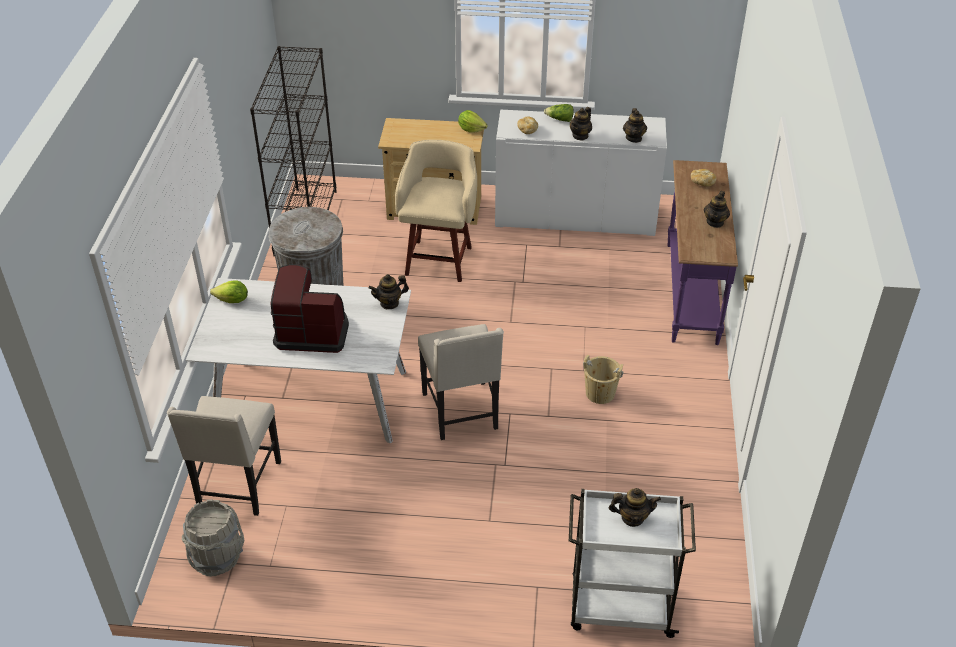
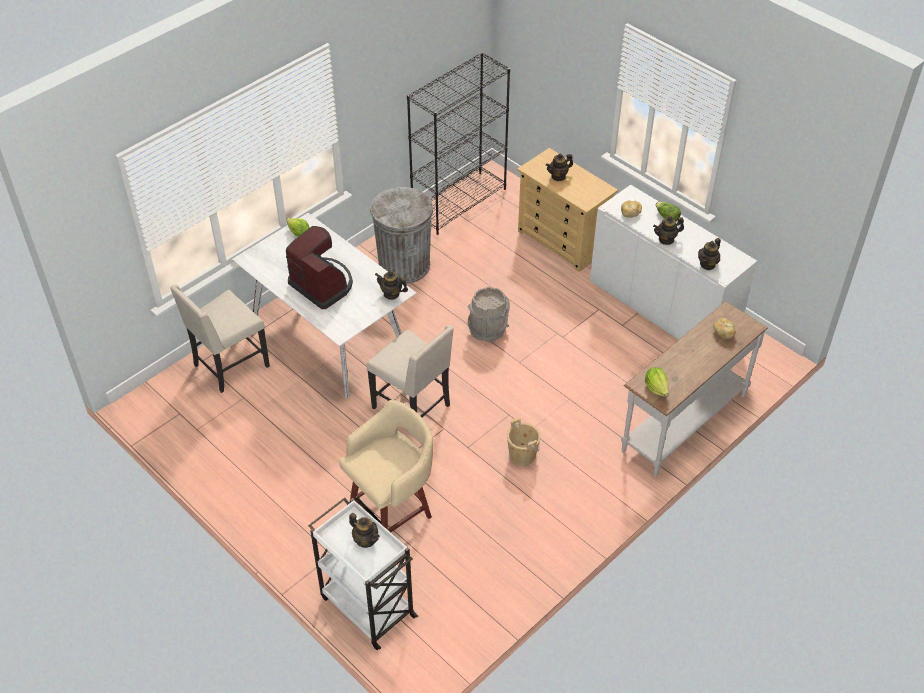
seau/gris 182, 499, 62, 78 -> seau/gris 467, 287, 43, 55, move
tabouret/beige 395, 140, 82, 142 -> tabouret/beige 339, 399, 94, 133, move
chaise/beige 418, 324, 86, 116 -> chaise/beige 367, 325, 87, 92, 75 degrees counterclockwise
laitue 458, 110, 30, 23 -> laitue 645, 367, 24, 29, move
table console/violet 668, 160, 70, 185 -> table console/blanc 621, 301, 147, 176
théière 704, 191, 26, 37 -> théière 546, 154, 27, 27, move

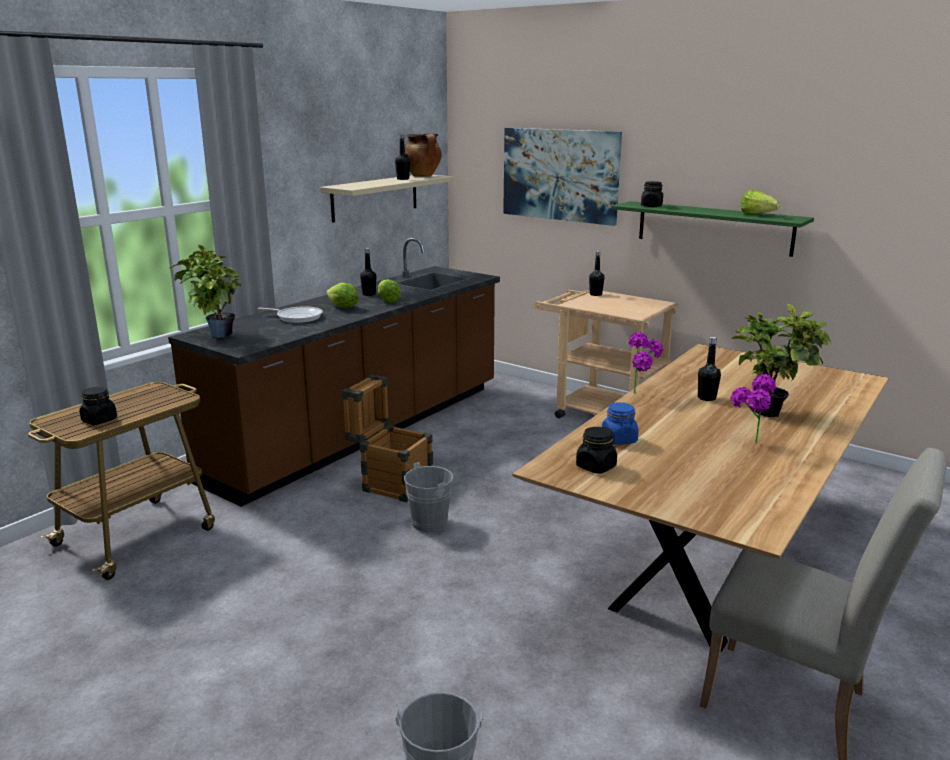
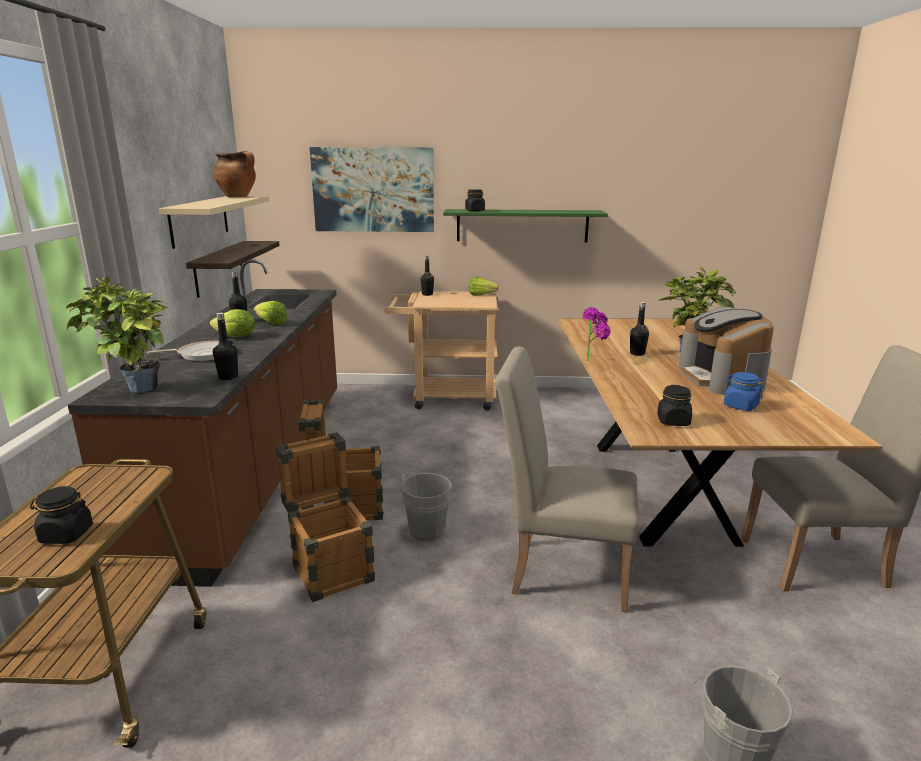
bouteille/noir 395, 134, 15, 46 -> bouteille/noir 213, 312, 25, 68, move
bocal/bleu 602, 402, 37, 43 -> bocal/bleu 724, 372, 39, 39, move
plante en pot 731, 374, 45, 70 -> machine à café 679, 307, 95, 88
laitue 740, 189, 40, 25 -> laitue 469, 277, 30, 18, move
none -> étagère 186, 241, 94, 57
none -> caisse 276, 432, 99, 170
none -> chaise/beige 495, 347, 143, 265

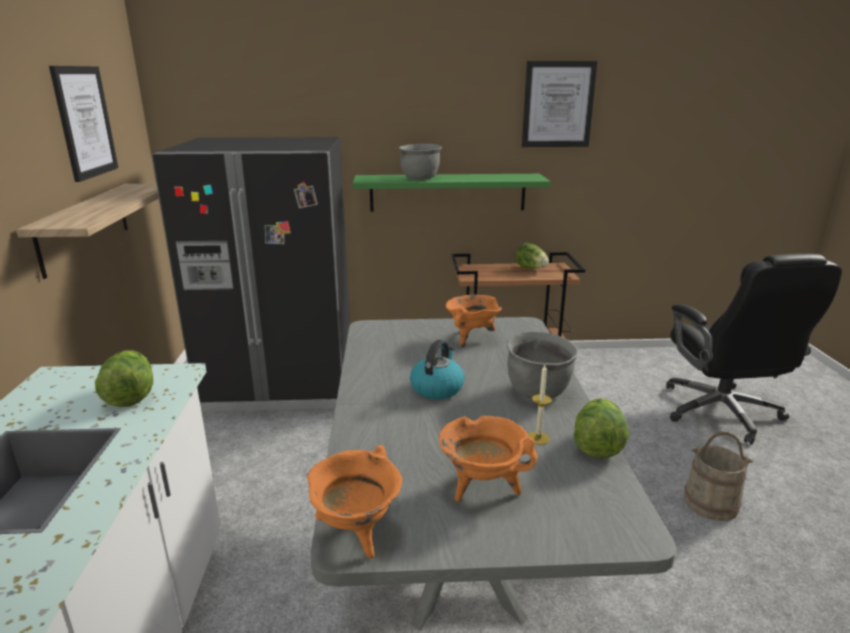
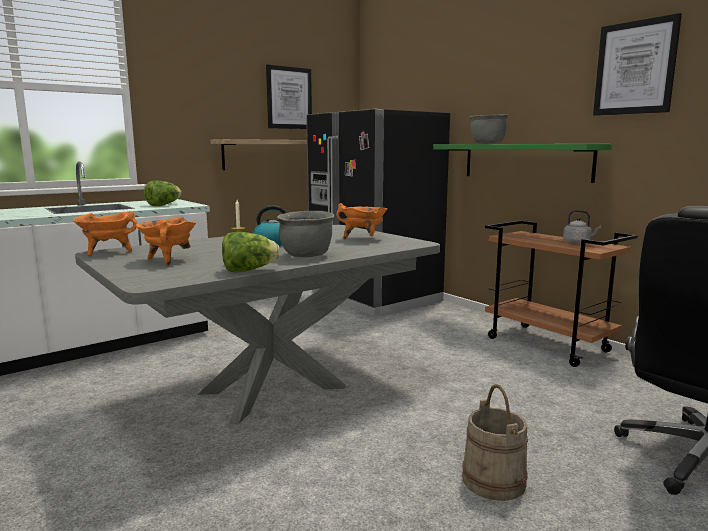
laitue 516, 243, 33, 26 -> bouilloire/gris 563, 210, 38, 34

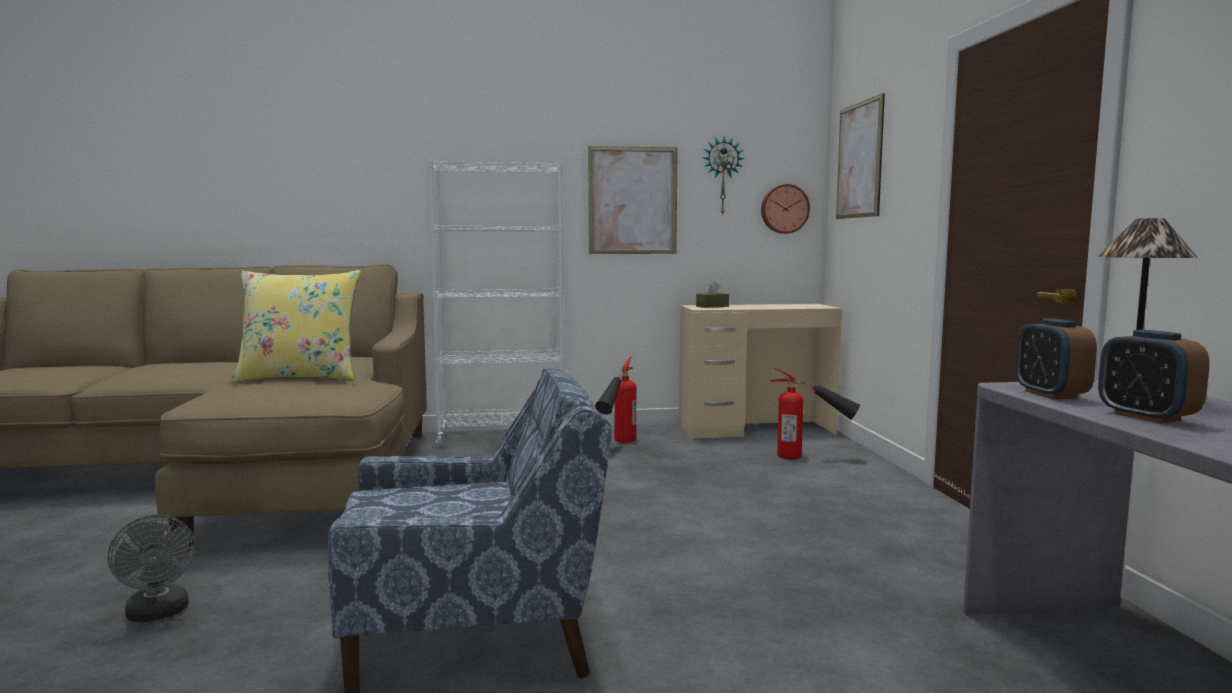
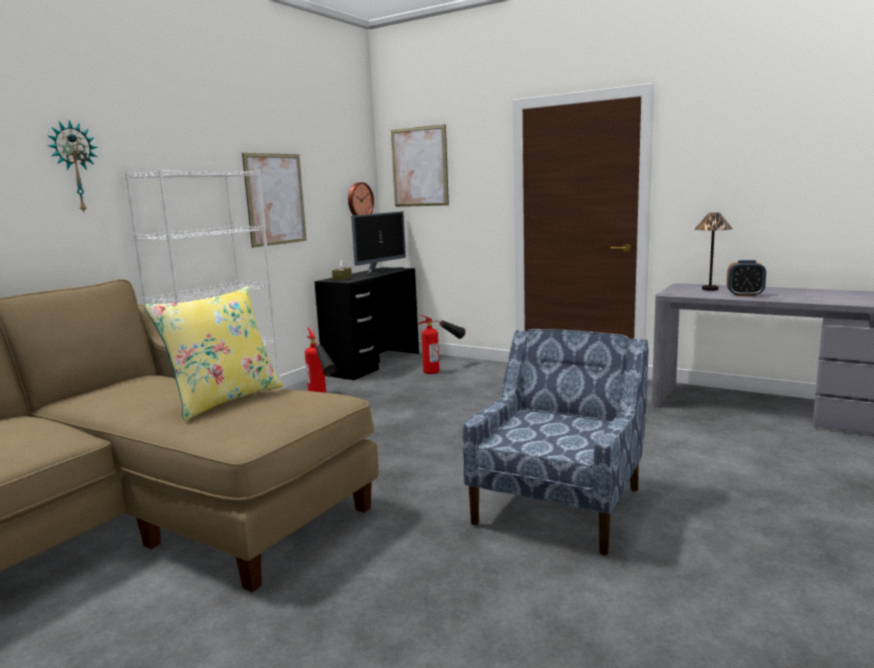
ventilateur/gris 107, 514, 89, 108 -> none
bureau/beige 679, 304, 163, 135 -> bureau/noir 314, 267, 105, 113
horloge murale 703, 136, 42, 80 -> horloge murale 47, 120, 51, 92, move
réveil 1015, 318, 82, 81 -> none
none -> écran d'ordinateur 351, 212, 55, 63

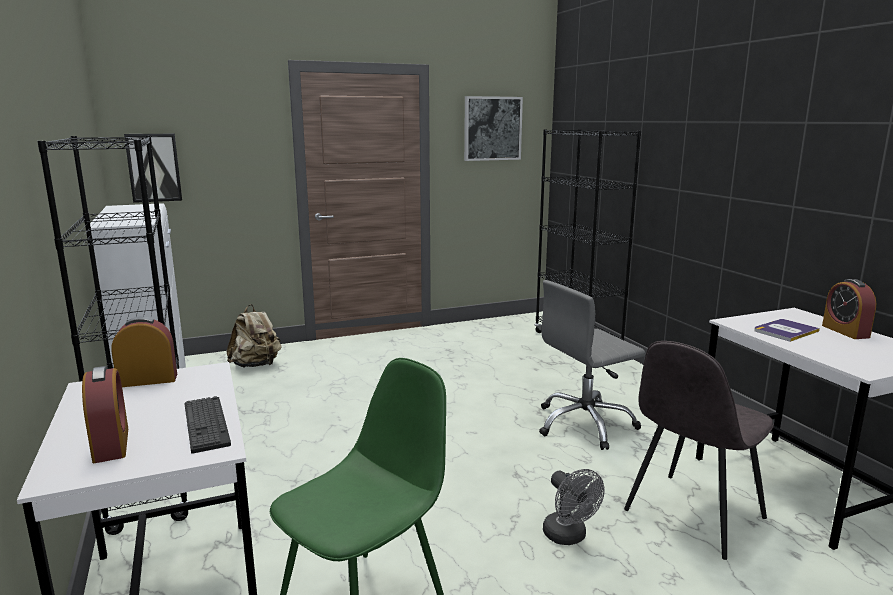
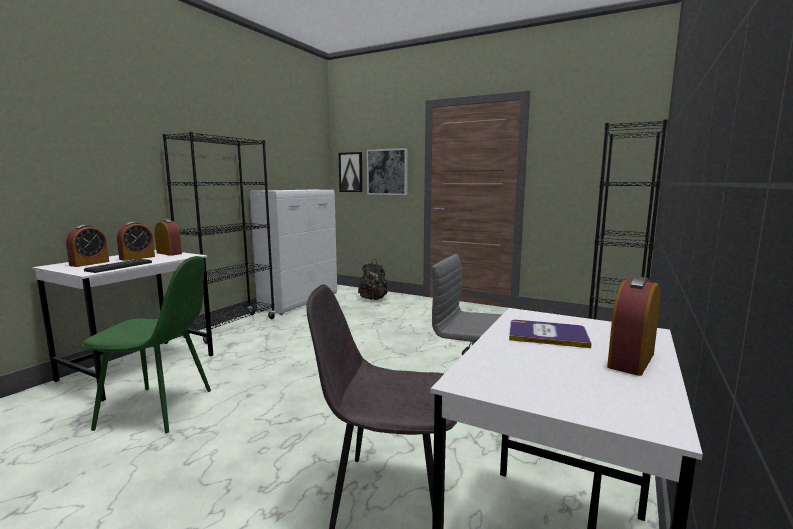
sac à dos/beige 227, 304, 55, 64 -> sac à dos/noir 358, 259, 30, 41
tableau 464, 96, 59, 65 -> tableau 367, 148, 41, 47, move
ventilateur/gris 543, 469, 62, 76 -> none
none -> réveil 117, 222, 38, 39

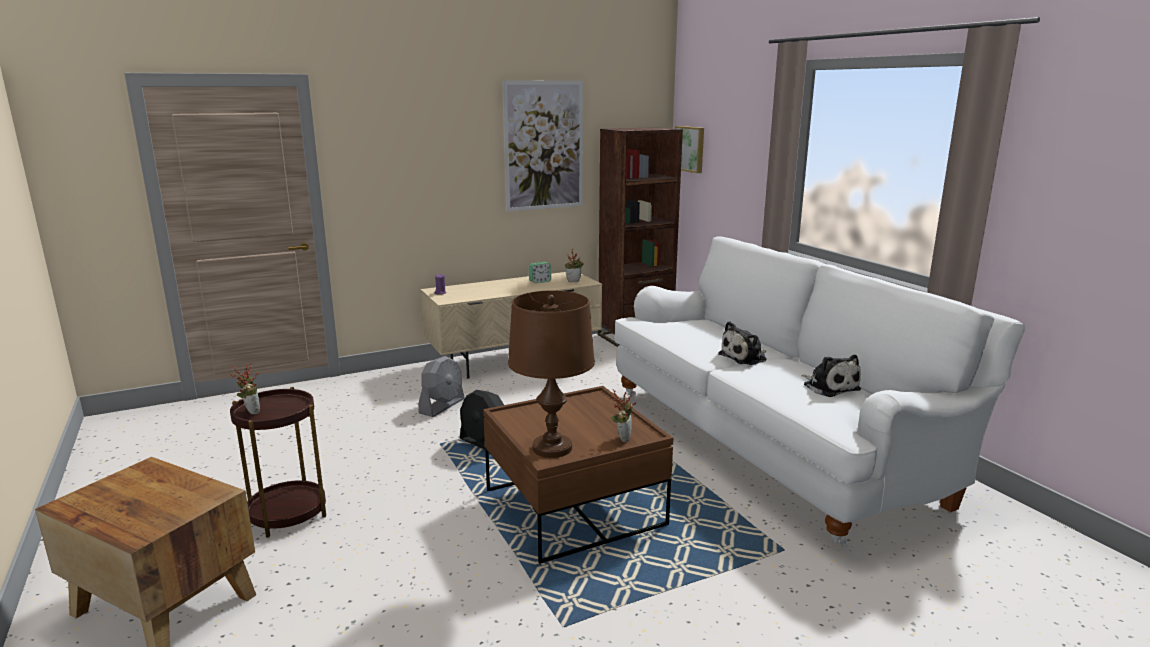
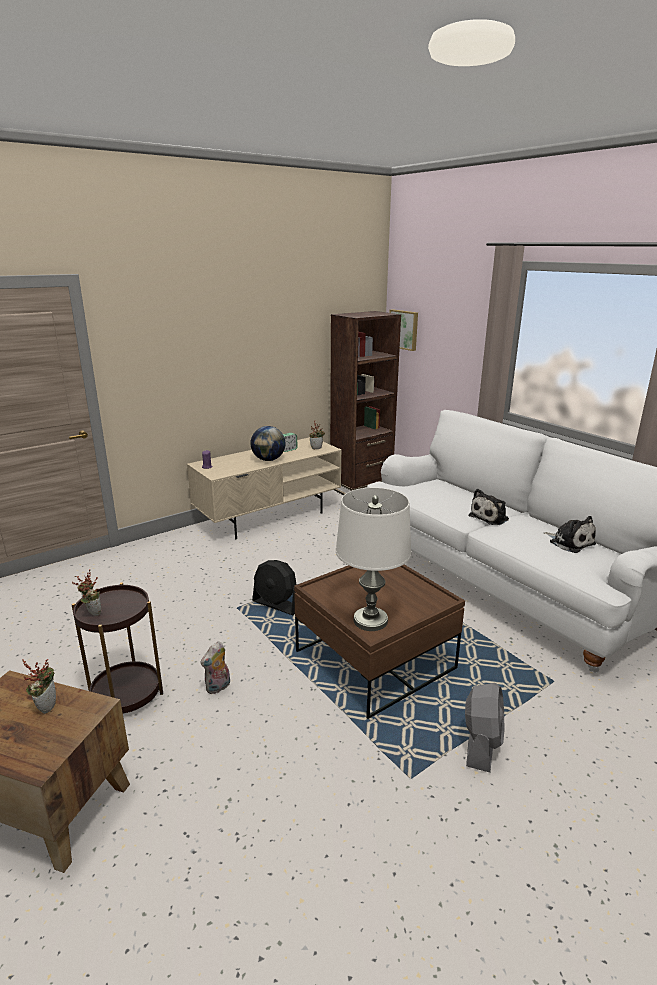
ventilateur/gris 418, 356, 47, 61 -> ventilateur/gris 465, 683, 39, 89, move
tableau 502, 80, 81, 132 -> none
lampe de table/marron 508, 290, 87, 168 -> lampe de table/blanc 336, 488, 75, 143
plante en pot 611, 390, 25, 52 -> plante en pot 22, 659, 34, 55, move
none -> peluche 200, 641, 30, 53
none -> globe 250, 426, 36, 35

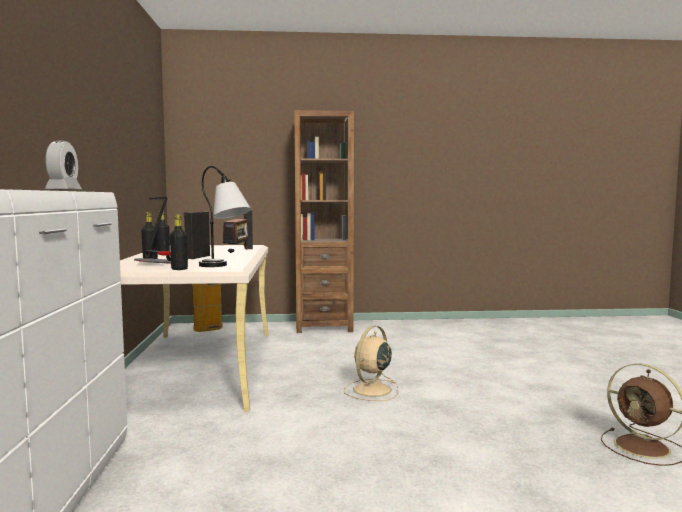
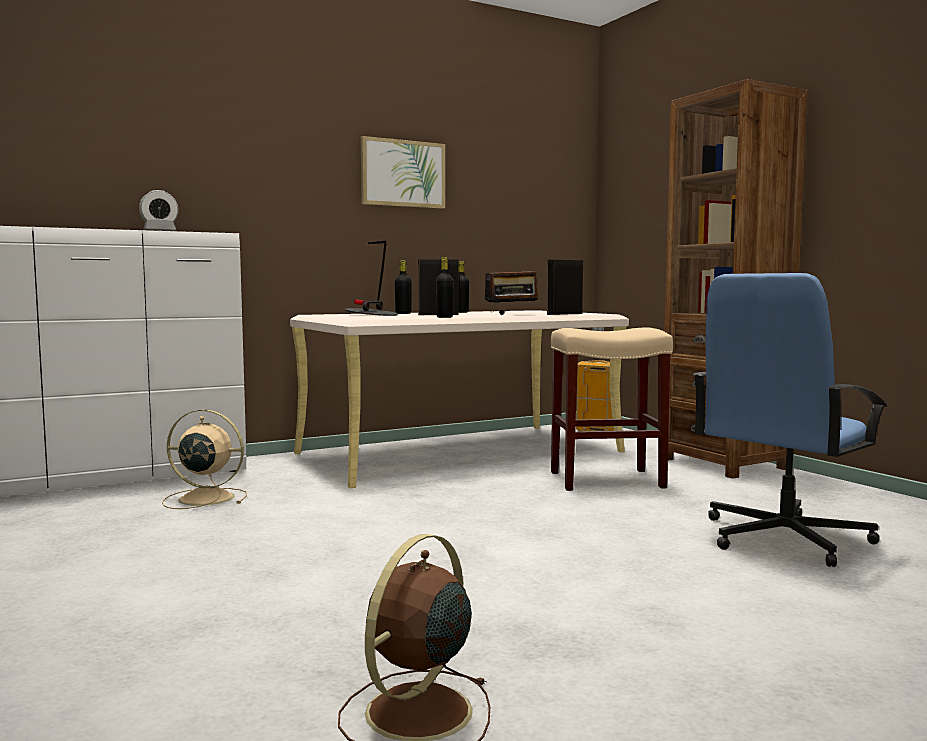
bouteille/noir 170, 215, 18, 55 -> bouteille/noir 436, 257, 17, 61, move
lampe de table 199, 166, 52, 101 -> none
ventilateur/beige 343, 326, 55, 75 -> ventilateur/beige 162, 409, 85, 100, move
none -> tableau 361, 136, 84, 73
none -> tabouret/beige 551, 327, 122, 164
none -> chaise de bureau/bleu 693, 273, 194, 294

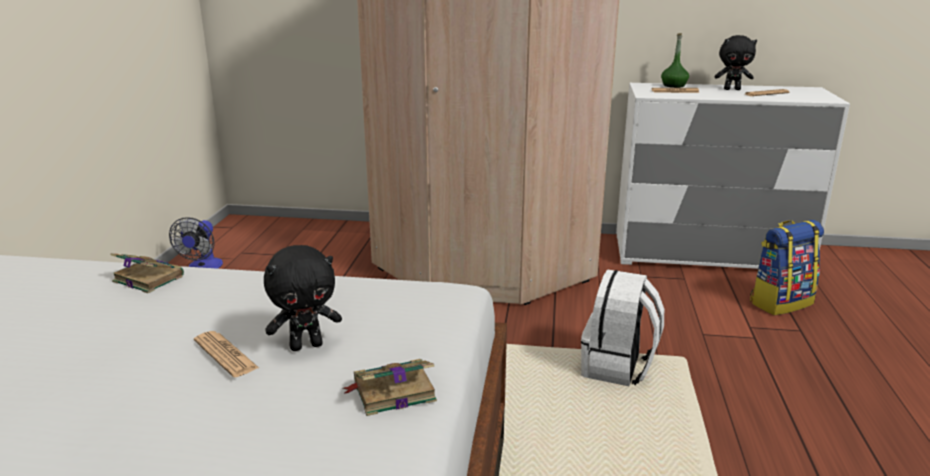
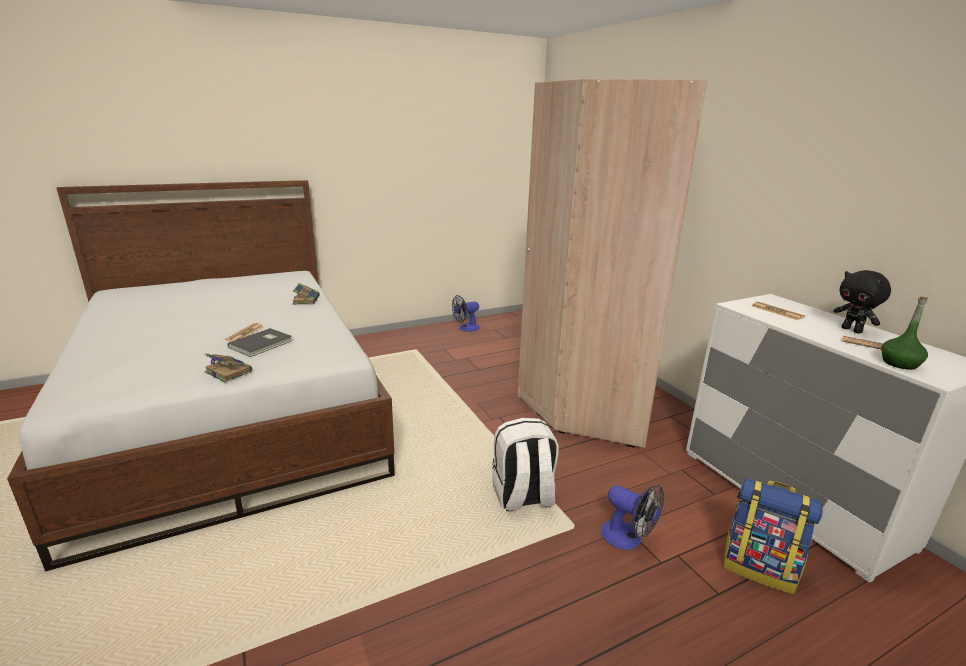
peluche/noir 264, 245, 78, 106 -> livre/gris 228, 328, 65, 29
bouteille/vert 661, 33, 28, 55 -> bouteille/vert 881, 297, 47, 73, move
none -> ventilateur 601, 485, 63, 65

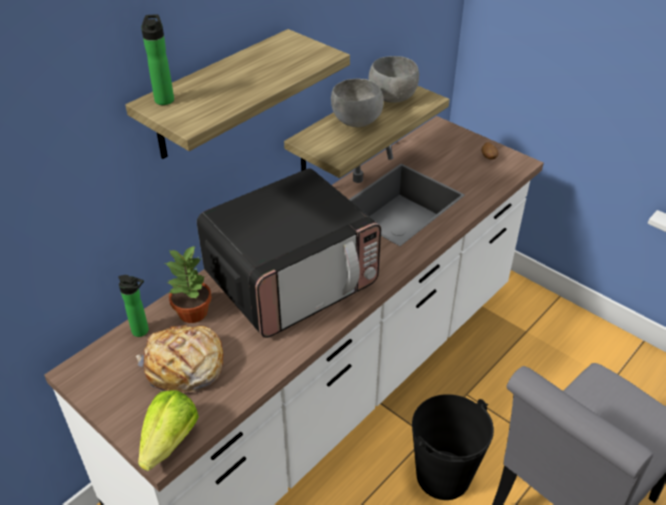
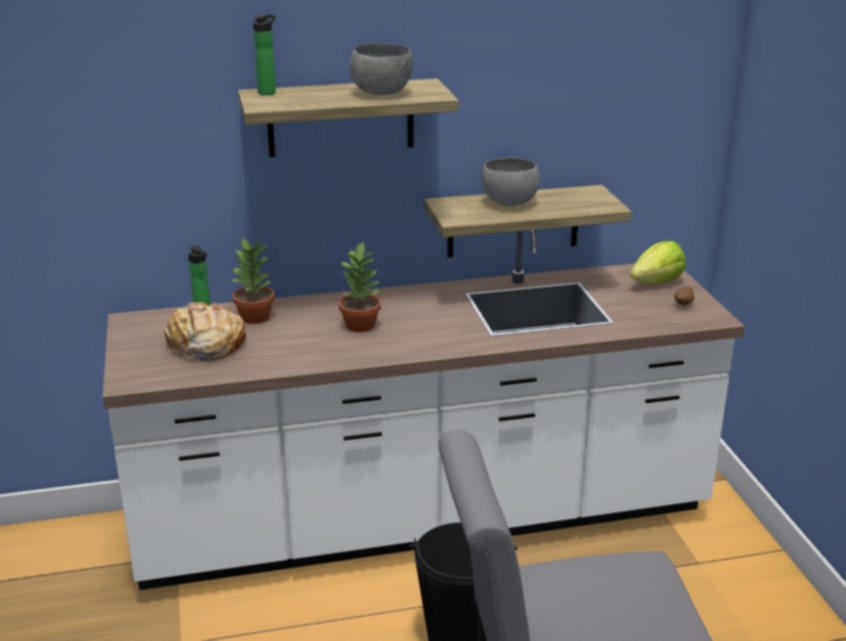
laitue 138, 390, 61, 81 -> laitue 630, 241, 56, 43, move
micro-ondes 197, 169, 184, 169 -> plante en pot 339, 242, 42, 90
bol/gris 369, 56, 50, 47 -> bol/gris 350, 43, 63, 52, move

